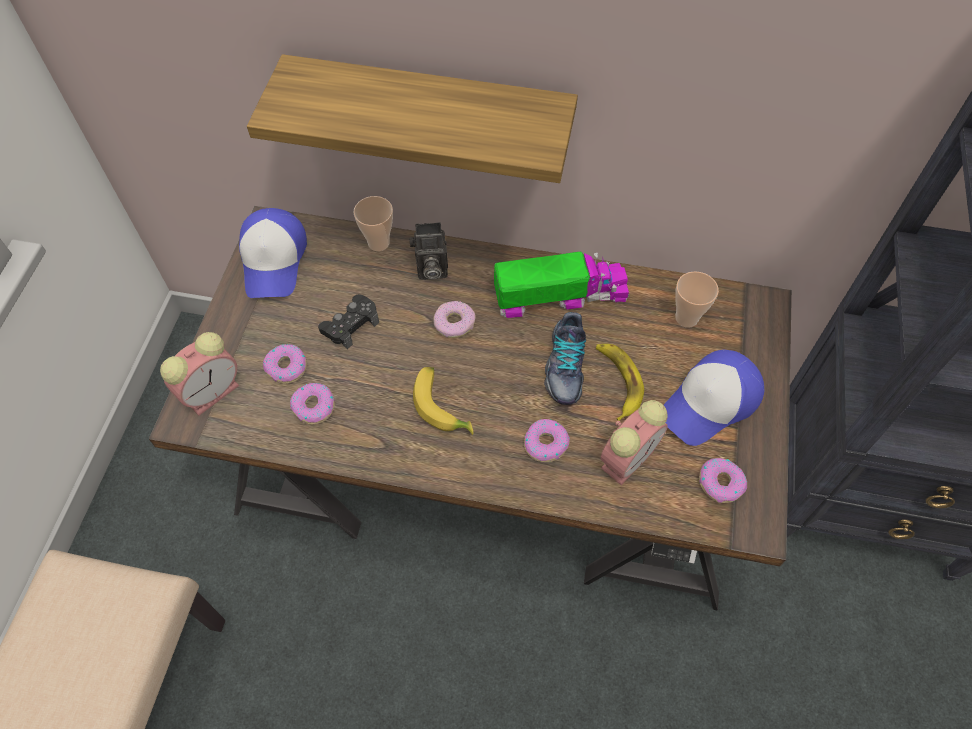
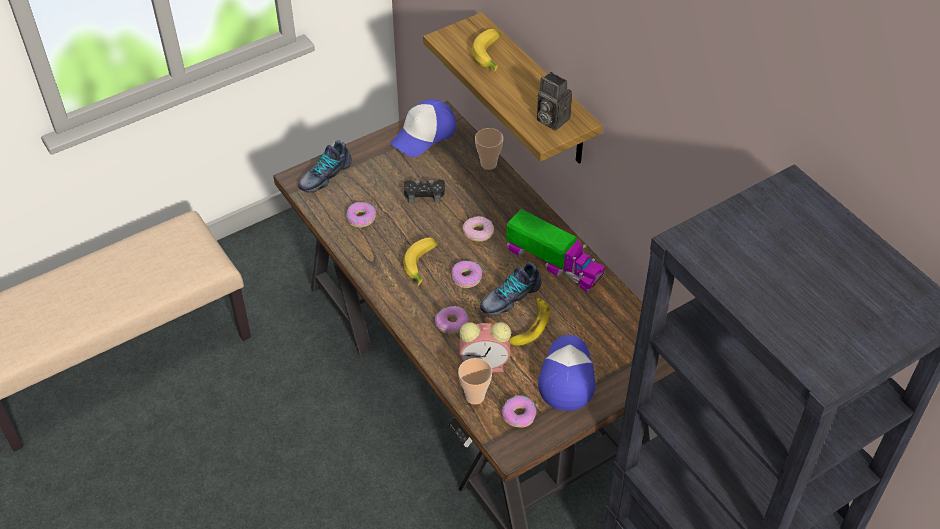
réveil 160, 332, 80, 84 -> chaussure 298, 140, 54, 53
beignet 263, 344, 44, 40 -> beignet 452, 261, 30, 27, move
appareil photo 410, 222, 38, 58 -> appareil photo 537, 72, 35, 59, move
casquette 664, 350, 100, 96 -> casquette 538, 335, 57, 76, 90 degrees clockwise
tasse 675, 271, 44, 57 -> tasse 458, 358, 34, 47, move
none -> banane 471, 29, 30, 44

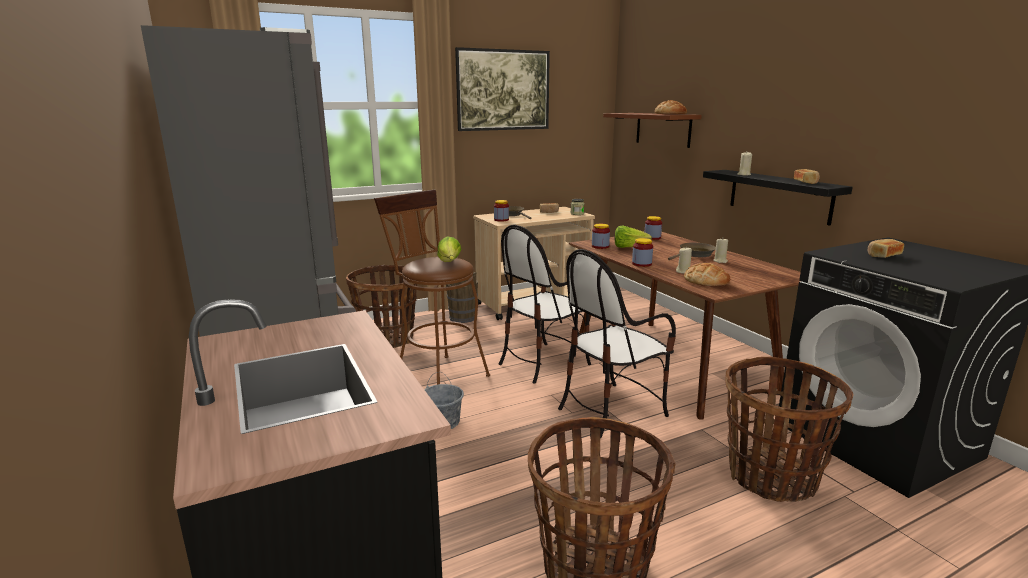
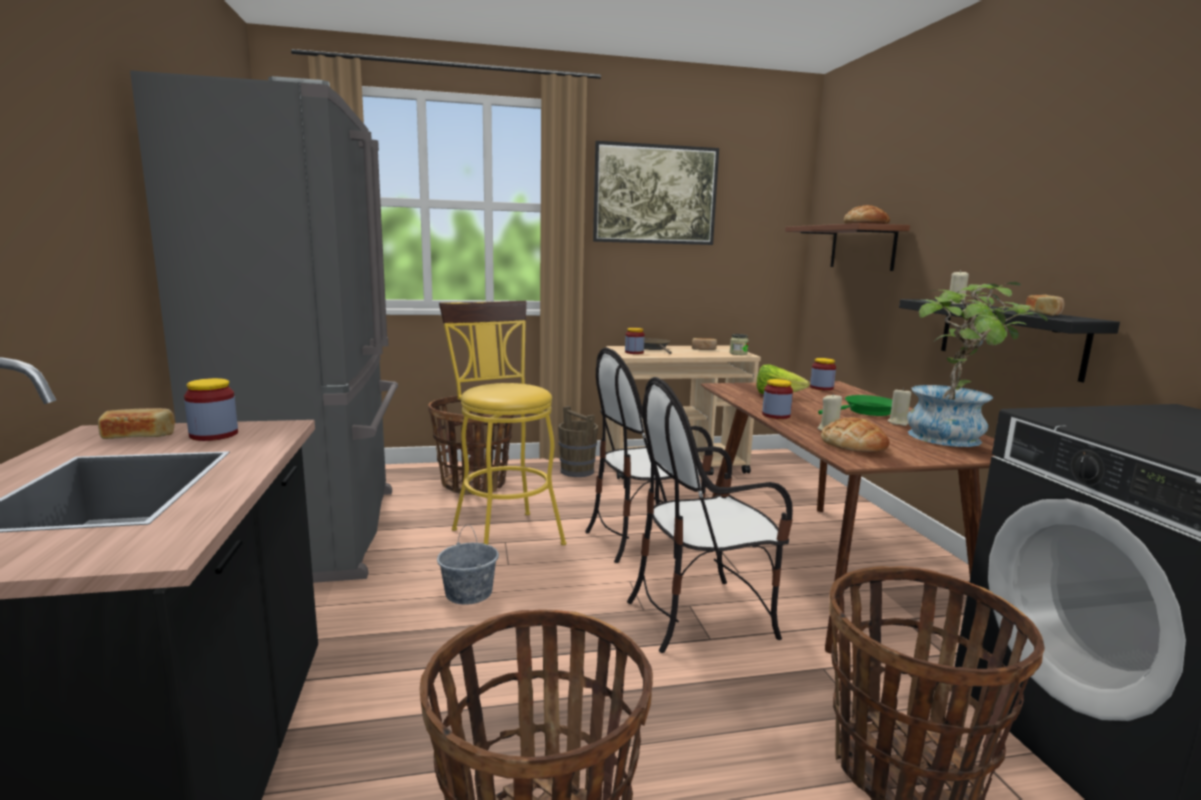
tabouret/marron 374, 189, 116, 196 -> tabouret/jaune 439, 301, 127, 244
laitue 437, 236, 25, 26 -> none
bocal 592, 224, 18, 25 -> bocal 184, 378, 54, 63, move
poêle/marron 668, 243, 48, 17 -> poêle/vert 818, 395, 74, 21
pain 868, 239, 36, 19 -> pain 98, 408, 77, 31, move
none -> plante en pot 907, 282, 141, 165

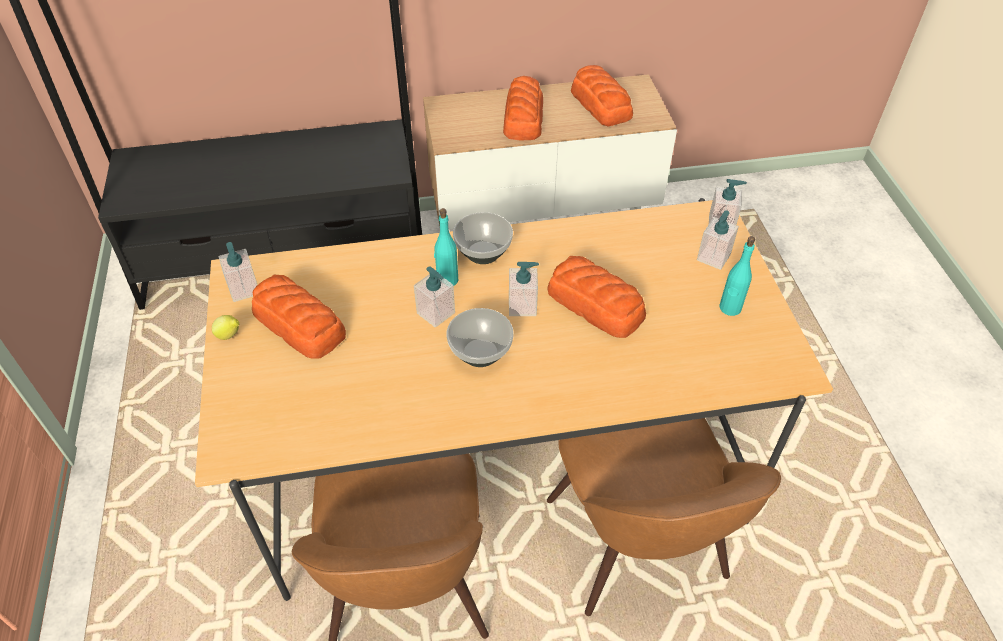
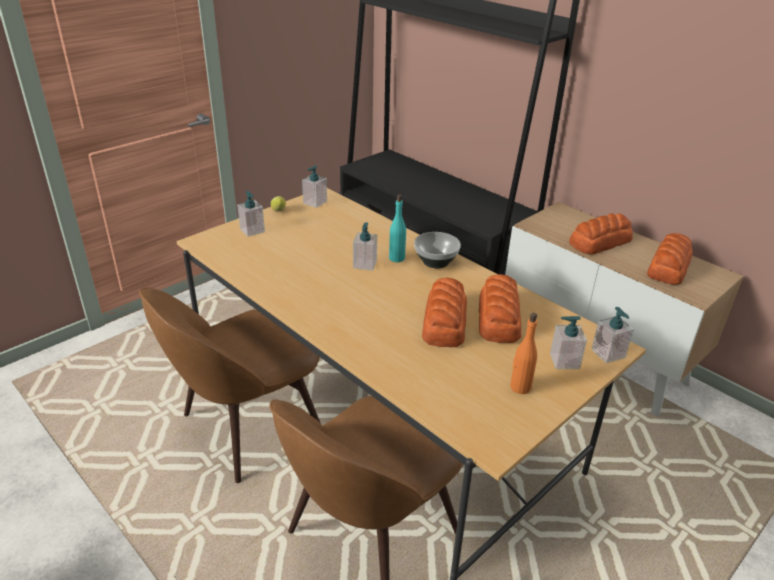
pain 252, 275, 94, 84 -> pain 479, 274, 42, 69, move
bol 447, 308, 67, 59 -> none
distributeur de savon 509, 262, 30, 54 -> distributeur de savon 237, 191, 28, 46, move
bouteille/turquoise 719, 236, 36, 80 -> bouteille/orange 510, 313, 27, 81

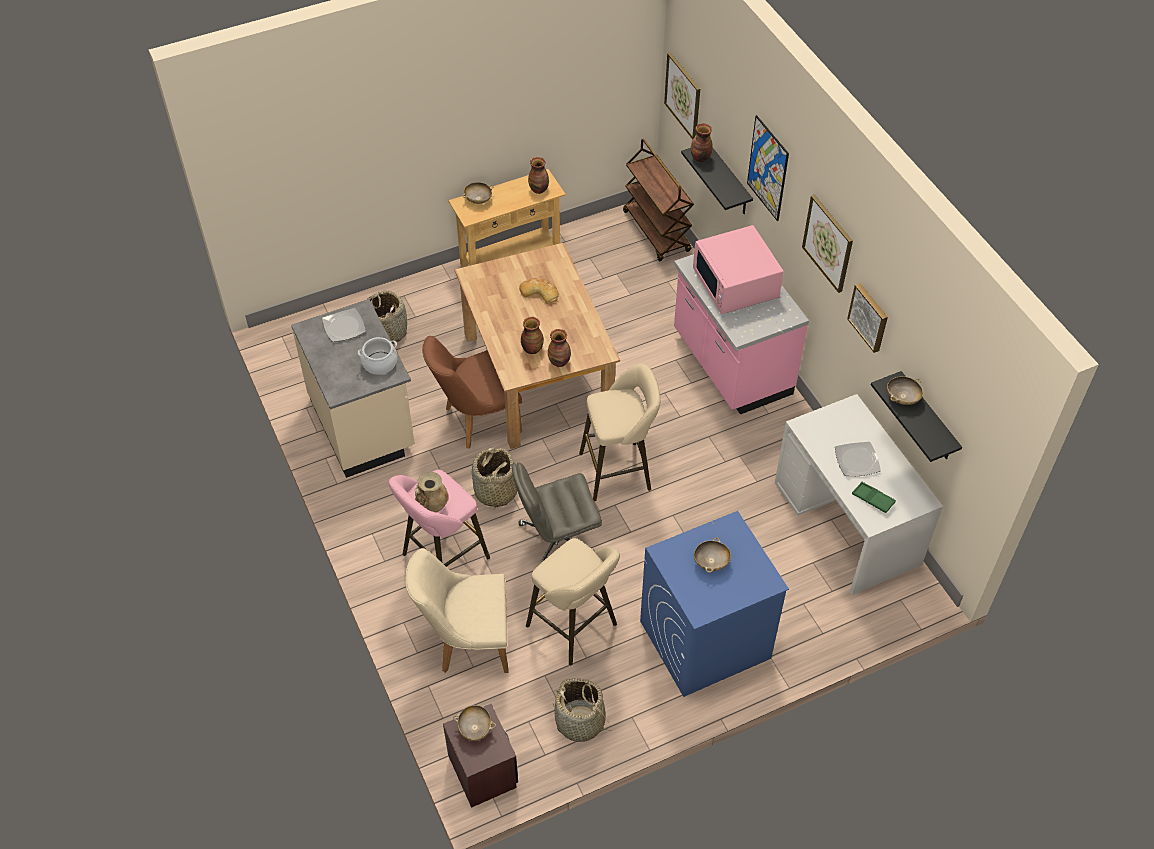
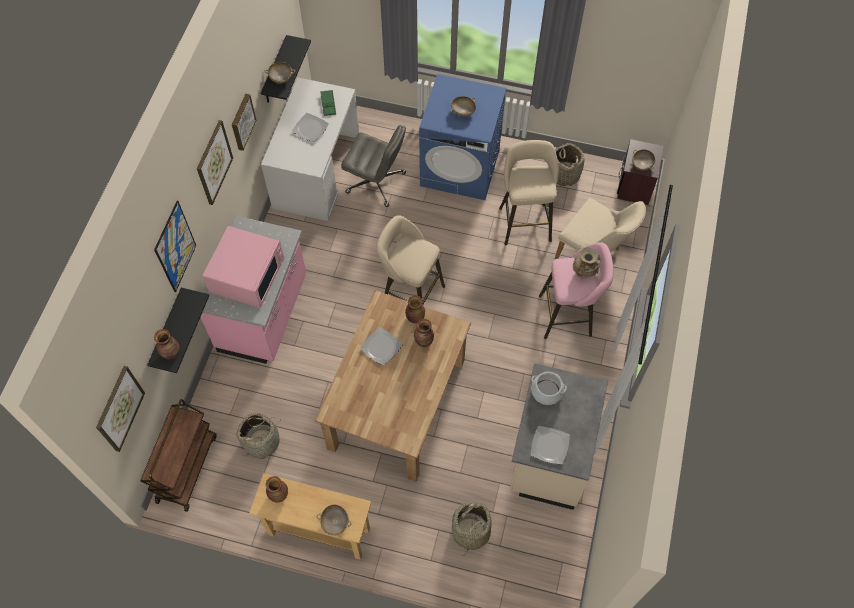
chaise/marron 422, 336, 100, 113 -> none
panier 471, 448, 46, 62 -> panier 237, 413, 45, 46, move
chaise de bureau/gris 512, 462, 90, 102 -> chaise de bureau/gris 341, 125, 65, 82, move
pain 519, 278, 40, 25 -> none
none -> assiette 360, 327, 43, 38

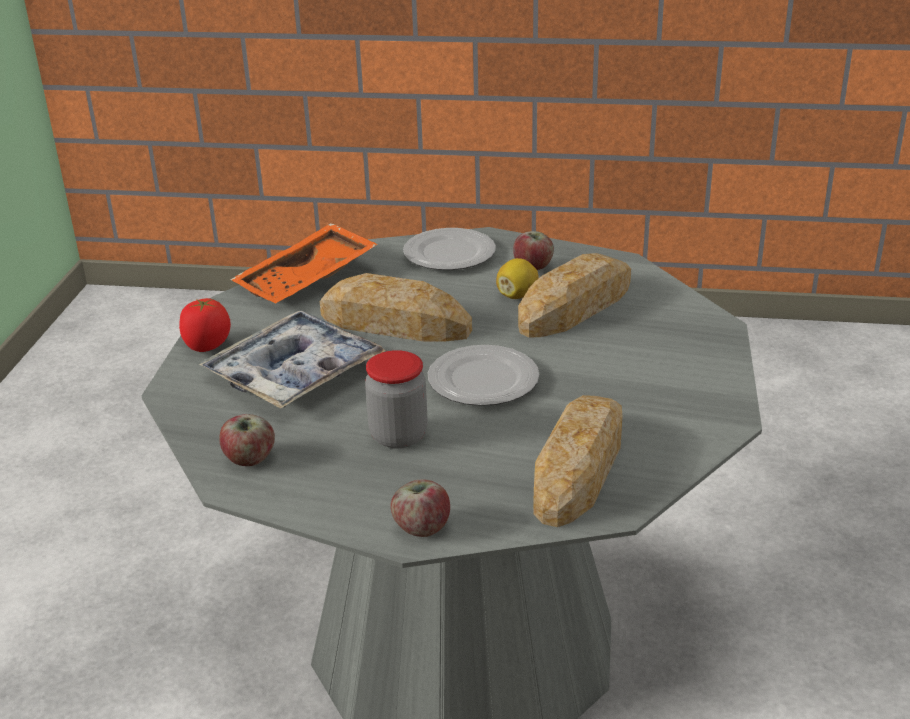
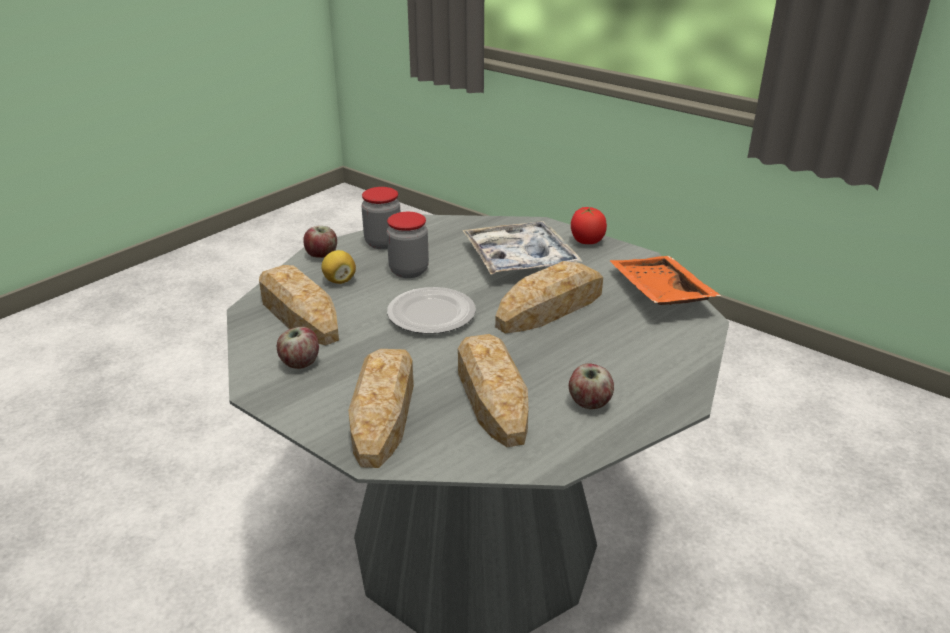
pomme 219, 414, 56, 52 -> pomme 277, 327, 42, 42, move
assiette 403, 228, 93, 42 -> none
citron 496, 258, 43, 41 -> citron 321, 250, 35, 34, move
none -> pain 348, 349, 66, 119
none -> bocal 361, 187, 39, 62

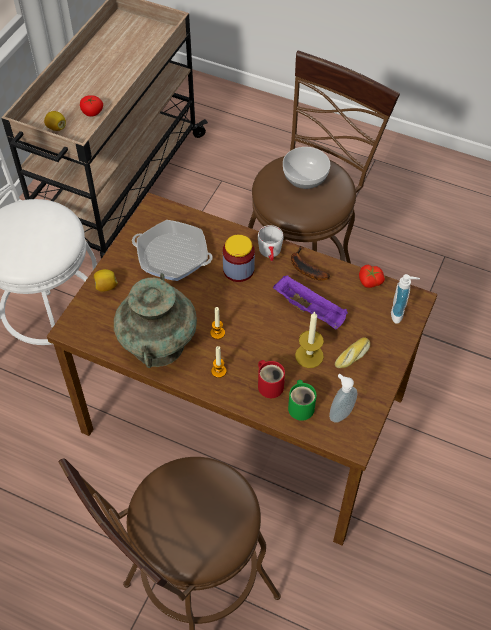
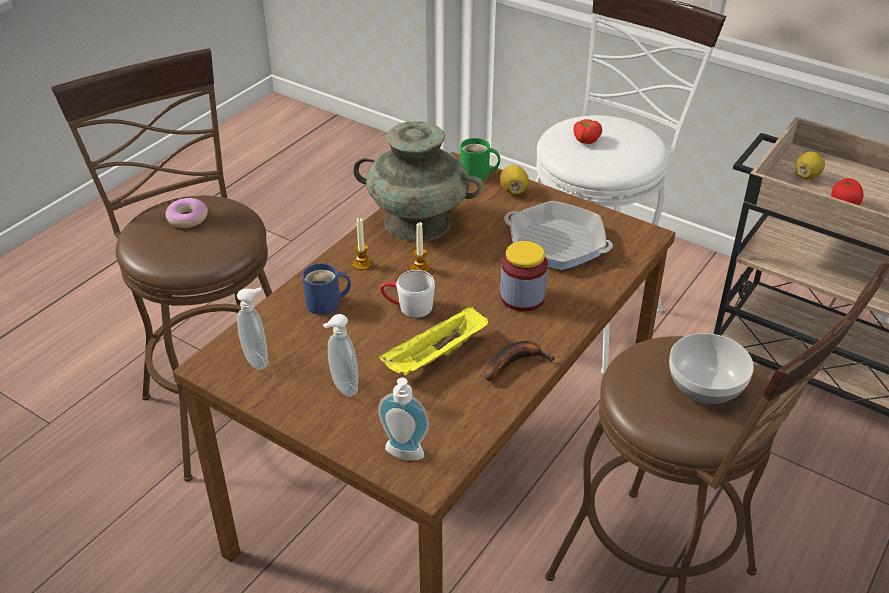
poêle 132, 220, 81, 61 -> poêle 504, 201, 109, 69, 90 degrees counterclockwise
mug/blanc 258, 225, 25, 36 -> mug/blanc 380, 270, 55, 48, move
mug/rouge 258, 360, 27, 38 -> mug/bleu 302, 263, 49, 52
plateau/violet 273, 275, 75, 54 -> plateau/jaune 379, 306, 109, 70
mug/vert 288, 380, 29, 41 -> mug/vert 460, 138, 40, 43, move
bougie 295, 311, 29, 57 -> none
pain 335, 338, 35, 30 -> distributeur de savon 323, 314, 35, 83
tomate 359, 265, 26, 23 -> tomate 573, 119, 29, 25, move
none -> beignet 165, 198, 43, 30

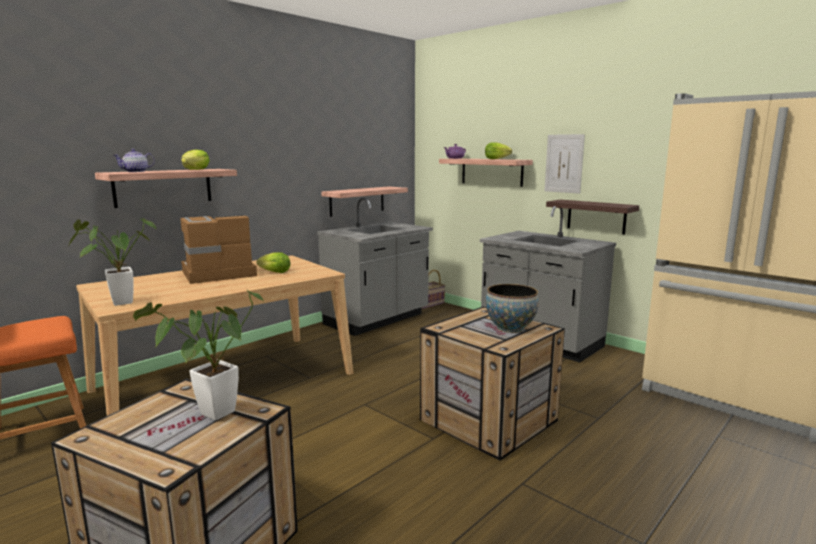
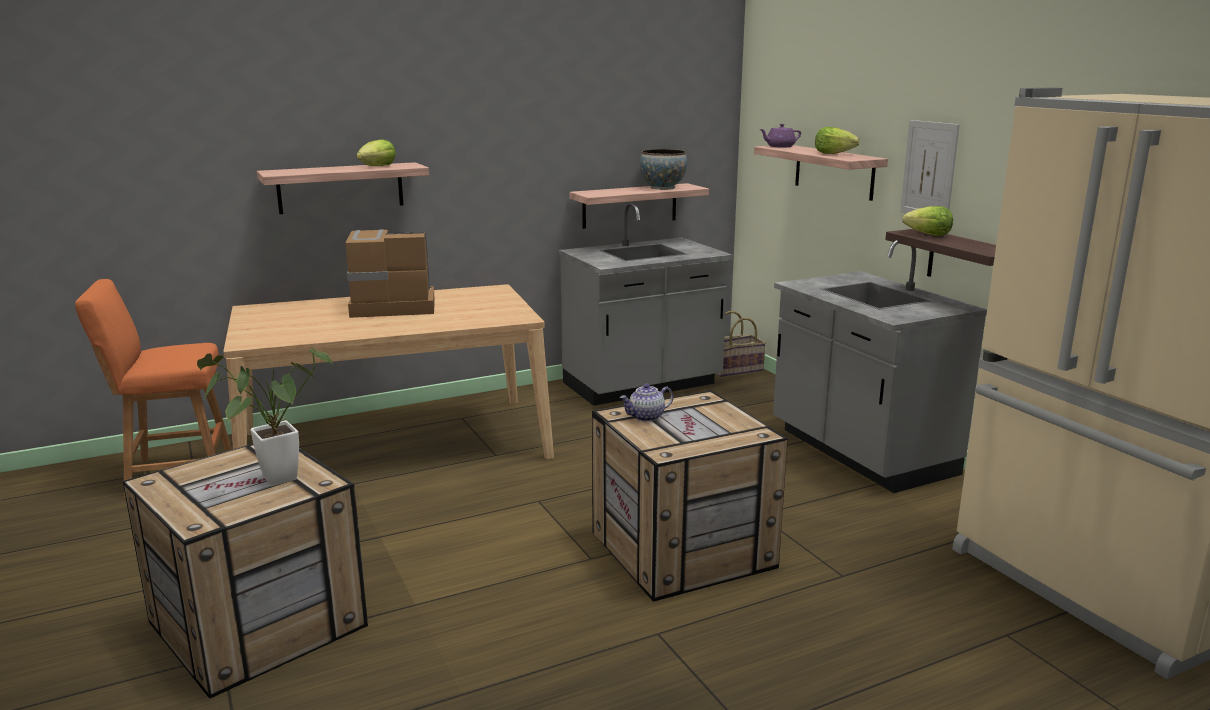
plante en pot 69, 218, 87, 88 -> none
théière 113, 149, 42, 23 -> théière 620, 384, 54, 38, move
laitue 256, 252, 35, 21 -> laitue 903, 206, 50, 30, move
bol 486, 284, 53, 49 -> bol 640, 149, 47, 41, move

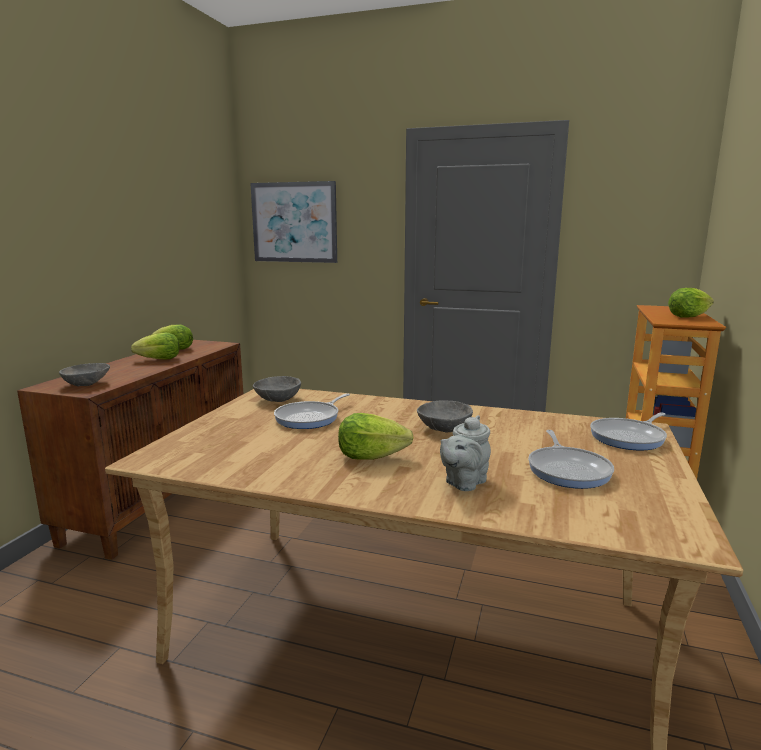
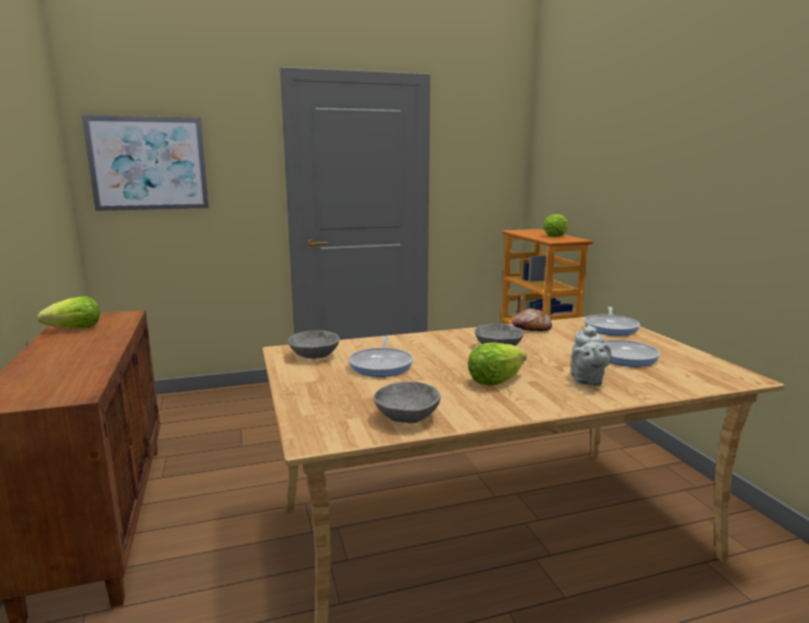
bol/gris 59, 363, 51, 23 -> bol/gris 373, 382, 68, 41, move
laitue 131, 333, 48, 27 -> none
none -> pain 511, 308, 41, 23

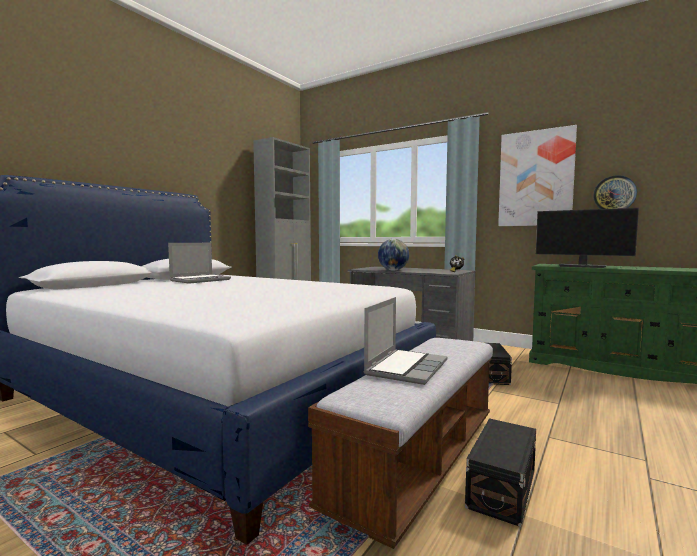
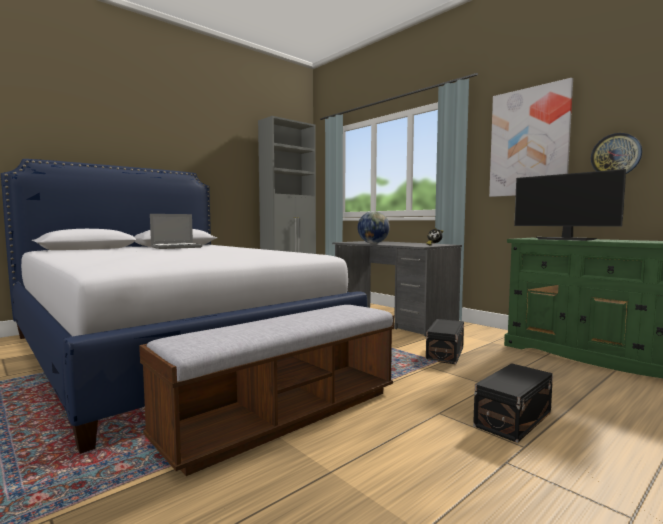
ordinateur portable 364, 297, 84, 88 -> none
boîte de rangement/noir 465, 418, 71, 109 -> boîte de rangement/noir 473, 363, 80, 80, move

